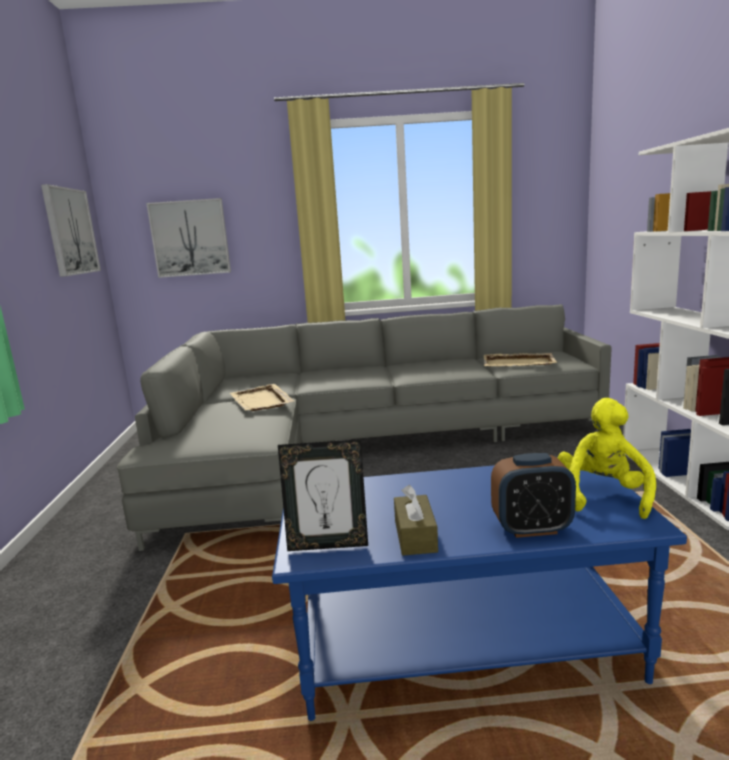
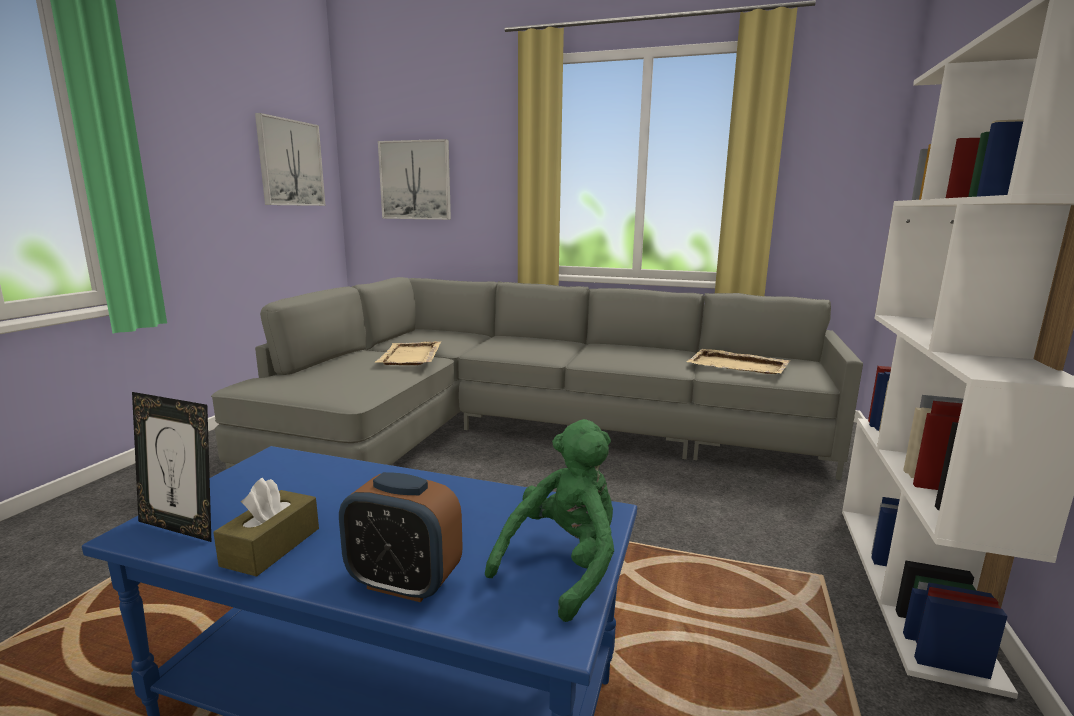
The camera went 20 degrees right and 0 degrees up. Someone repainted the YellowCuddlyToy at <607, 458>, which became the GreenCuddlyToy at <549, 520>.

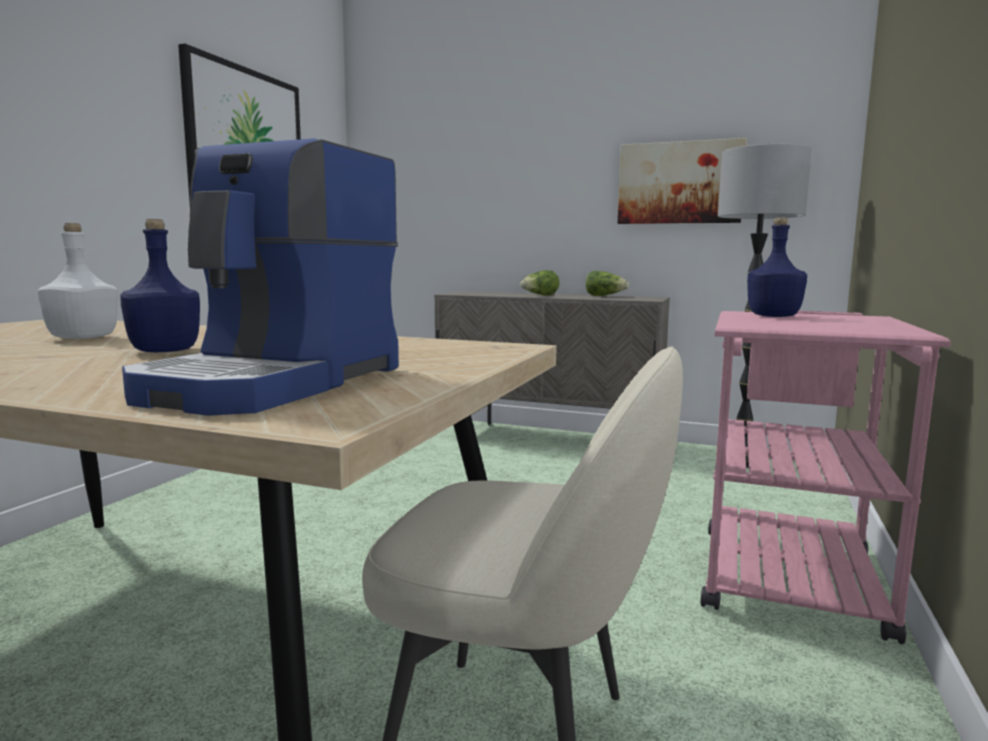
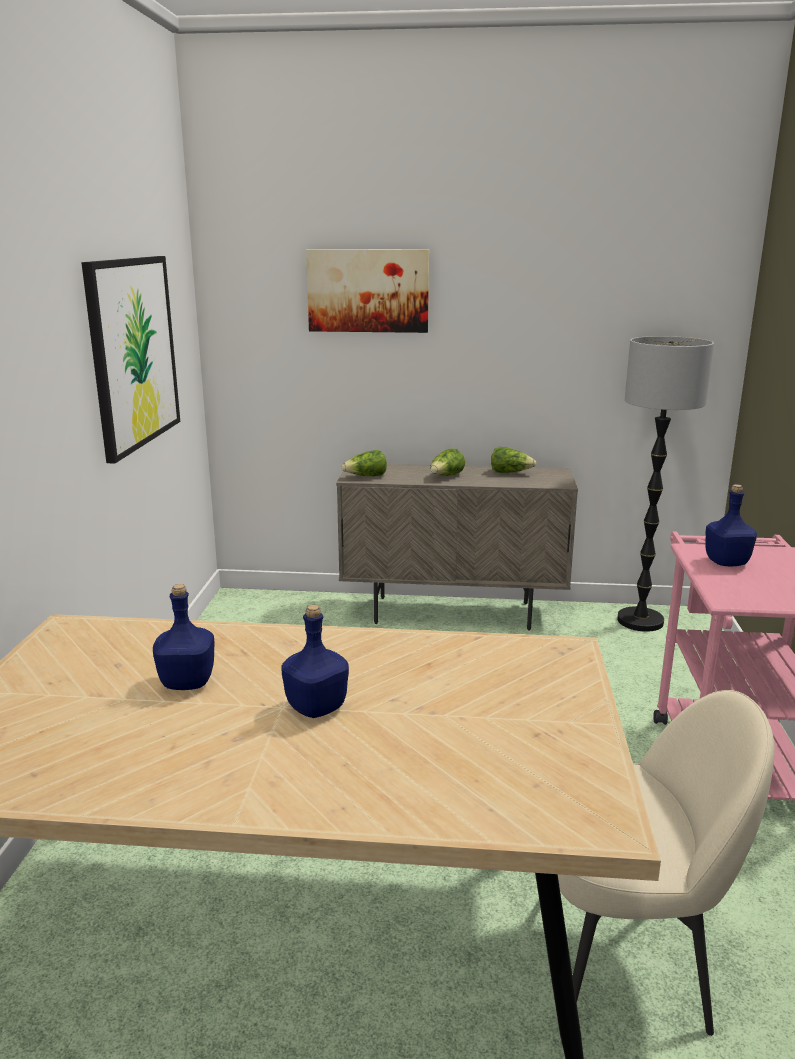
The camera went 15 degrees left and 10 degrees up. Someone took away the CoffeeMaker at <260, 277>. Someone put down the Lettuce at <364, 463>. Someone carried the WallPicture from <682, 181> to <367, 291>. Someone repainted the WhiteColouredDrinkBottle at <78, 281>, which became the BlueDrinkBottle at <184, 637>.

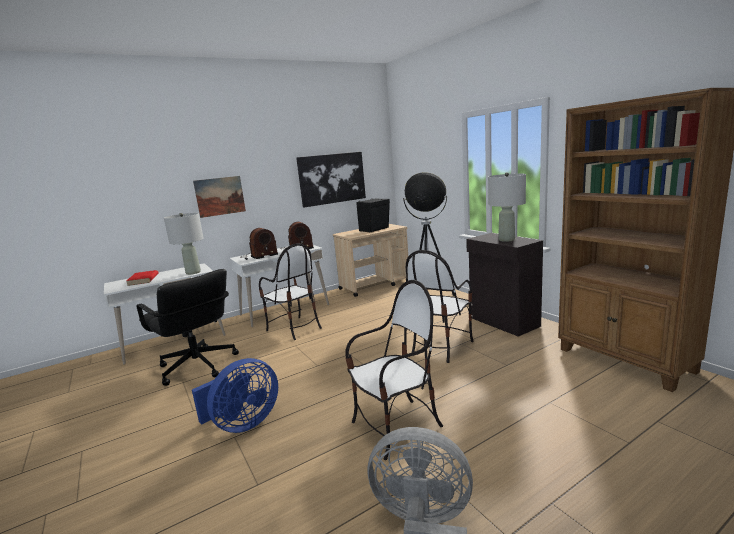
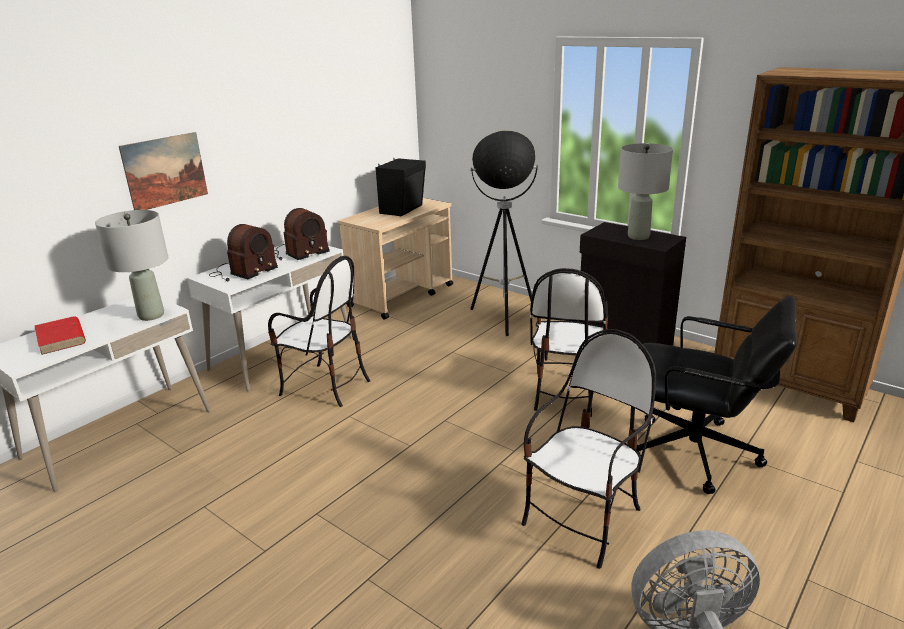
The camera went 20 degrees left and 10 degrees up. Someone took away the BlueElectricFan at <235, 395>. Someone took away the WallPicture at <331, 180>. Someone carried the BlackColouredOfficeChair from <187, 327> to <716, 394>.

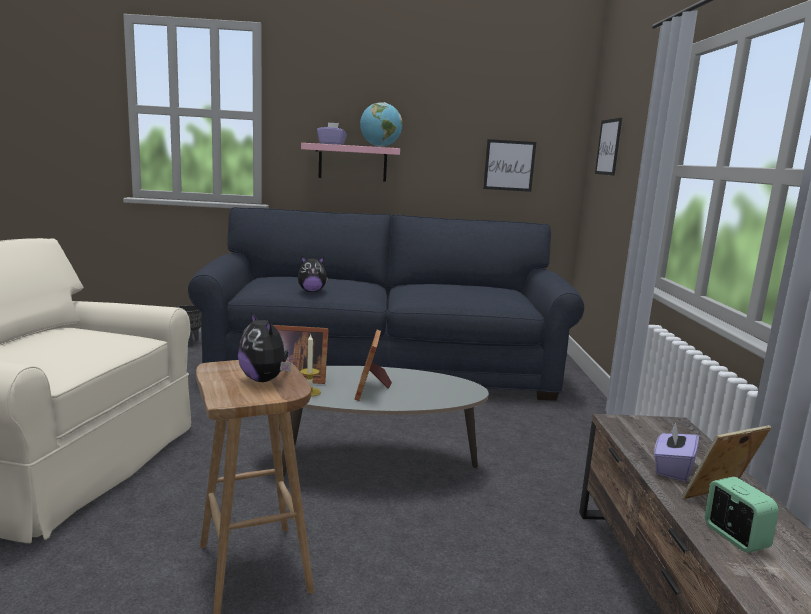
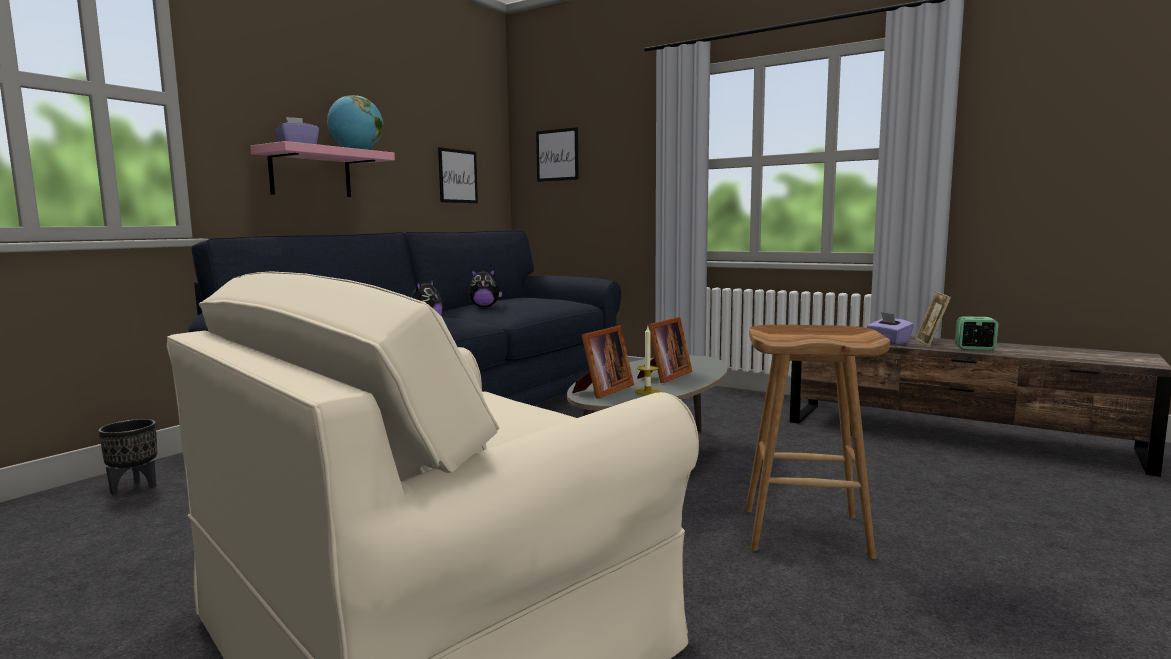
The camera went 55 degrees left and 5 degrees down. Someone carried the CuddlyToy from <264, 347> to <485, 287>. Someone rotated the PictureFrame at <373, 365> by 90 degrees counterclockwise.

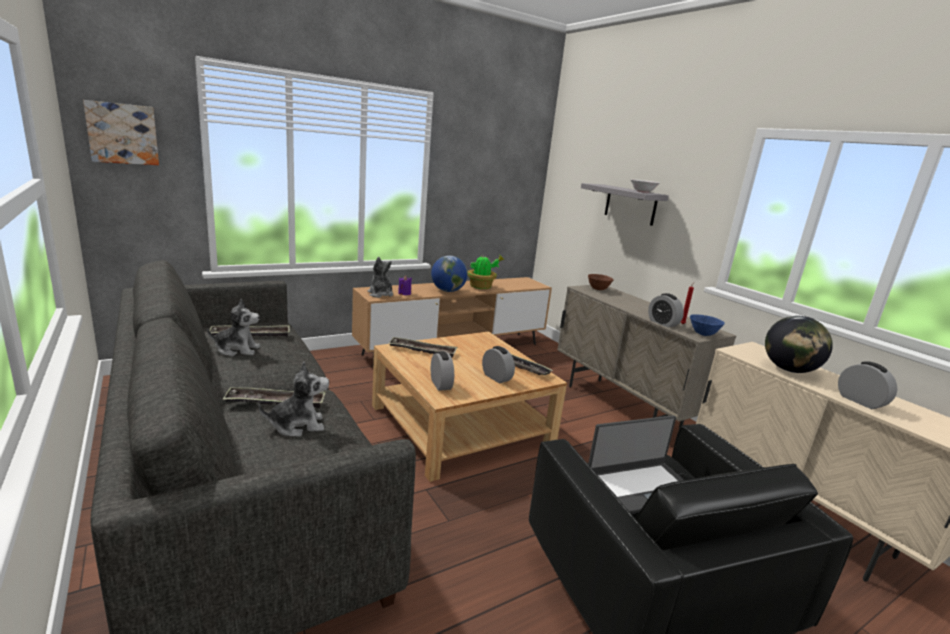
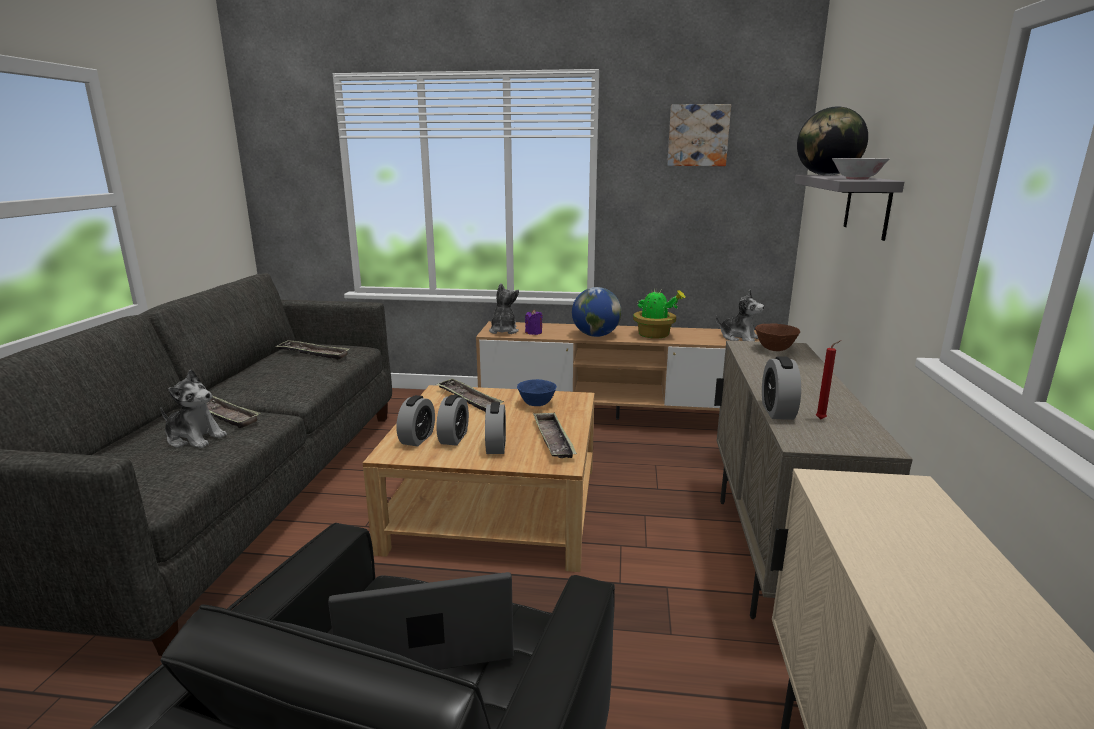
The camera went 40 degrees right and 0 degrees up. Someone carried the WallPicture from <121, 132> to <699, 135>. Someone carried the CuddlyToy from <233, 327> to <740, 315>. Someone carried the BlueServingBowl from <707, 325> to <537, 392>. Someone carried the DeskGlobe from <799, 344> to <832, 141>. Someone carried the TableClock from <867, 385> to <452, 420>. Someone rotated the NotebookComputer at <636, 464> by 150 degrees clockwise.

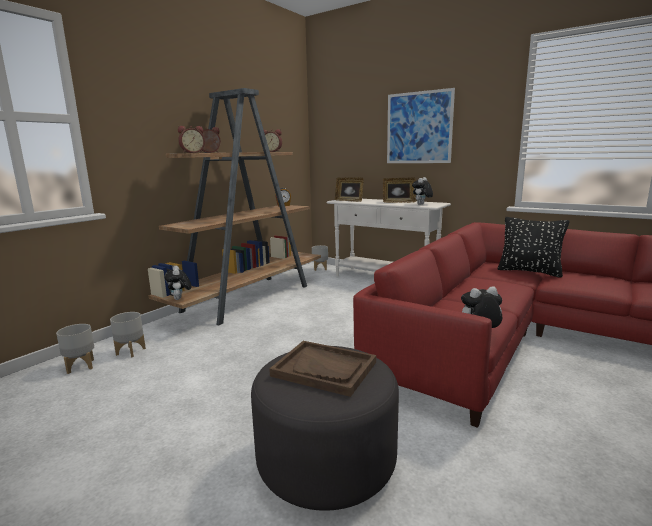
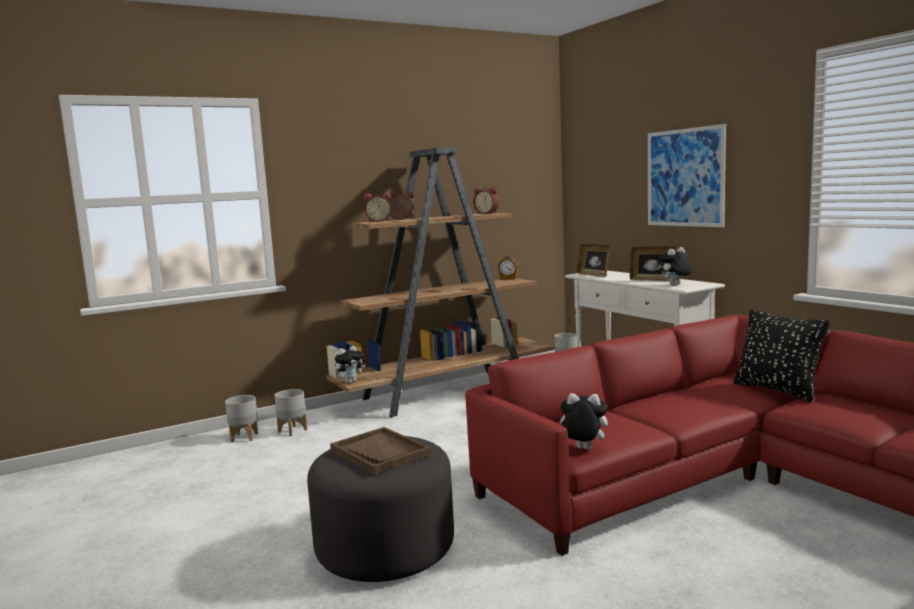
The camera went 25 degrees right and 5 degrees down. Someone rotated the CuddlyToy at <178, 282> by 135 degrees counterclockwise.

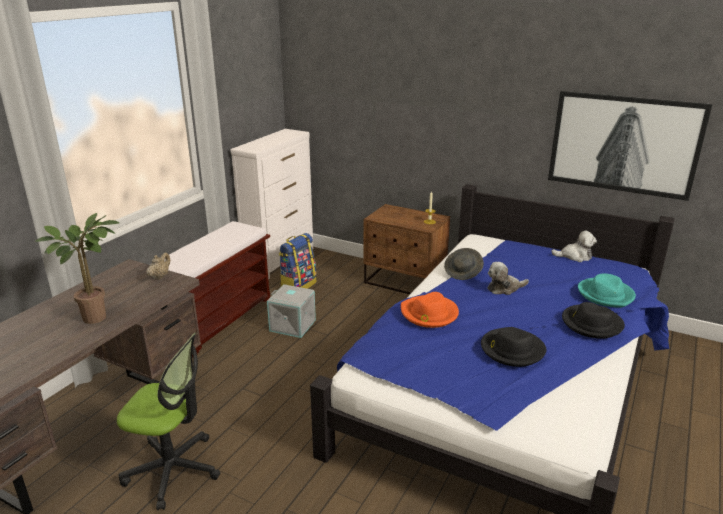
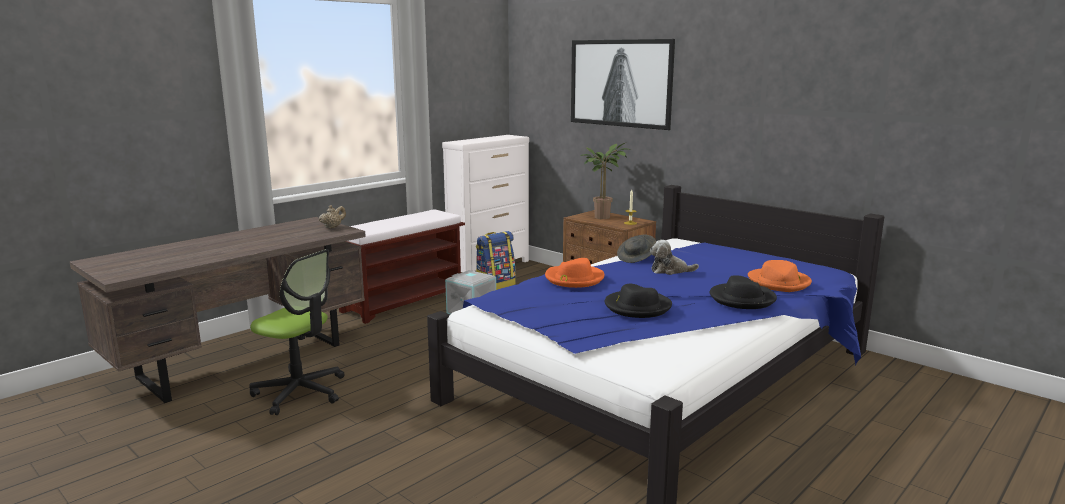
The camera went 15 degrees right and 10 degrees down. Someone took away the CuddlyToy at <574, 246>. Someone carried the PlantInAPot from <77, 268> to <605, 181>. Someone carried the WallPicture from <630, 146> to <623, 84>. Someone repainted the TurquoiseWearableHat at <607, 290>, which became the OrangeColouredWearableHat at <780, 276>.

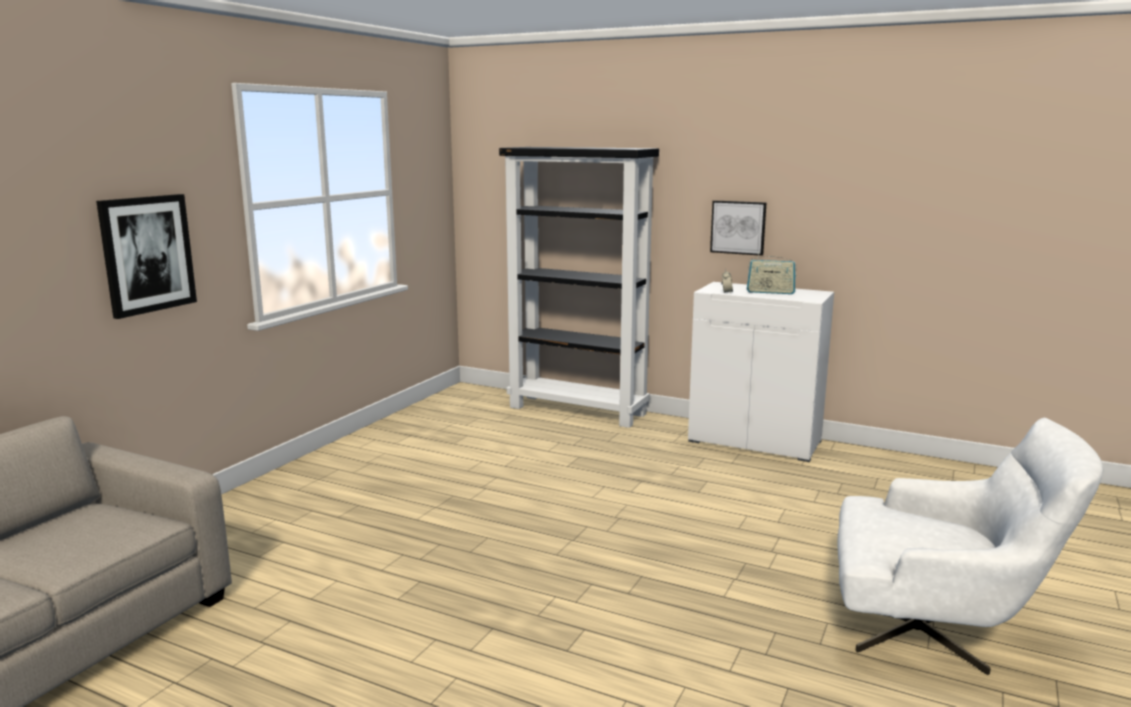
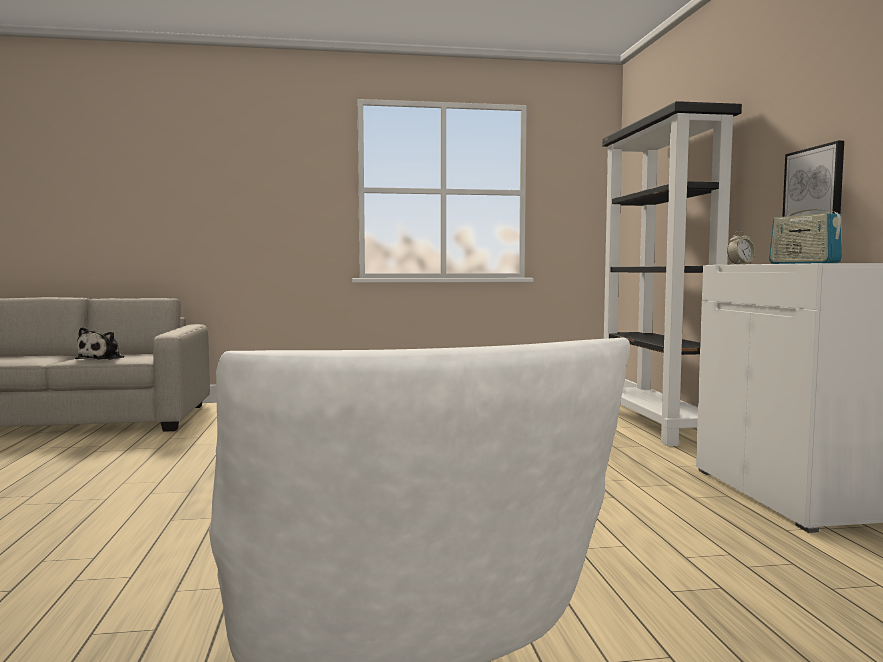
The camera went 55 degrees right and 10 degrees down. Someone took away the WallPicture at <146, 256>. Someone put down the CuddlyToy at <99, 343>.

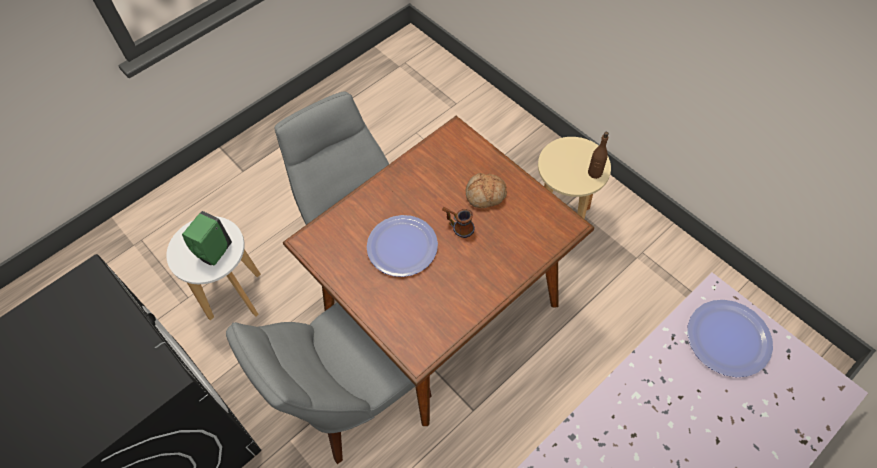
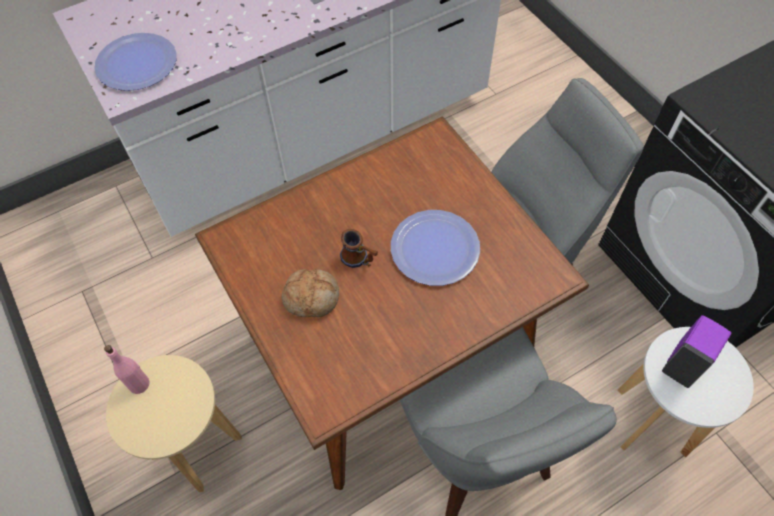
The camera went 170 degrees left and 0 degrees up. Someone repainted the GreenLiquidSoapBottle at <207, 238>, which became the PurpleColouredLiquidSoapBottle at <697, 351>. Someone repainted the BrownishDrinkBottle at <598, 155>, which became the PinkishDrinkBottle at <127, 369>.

